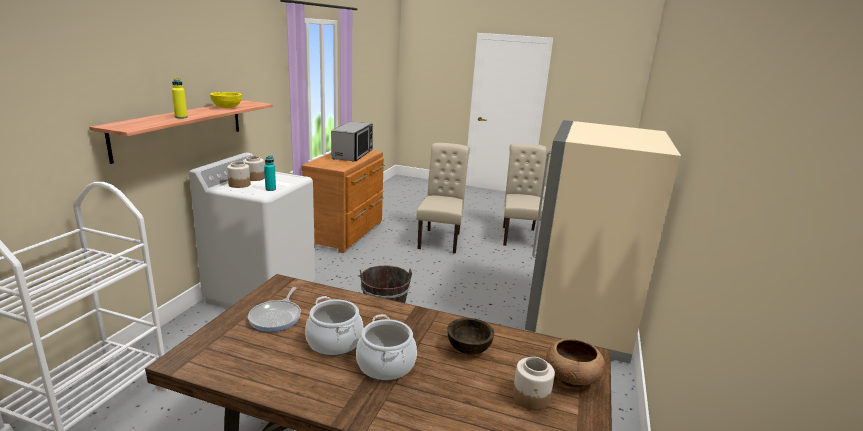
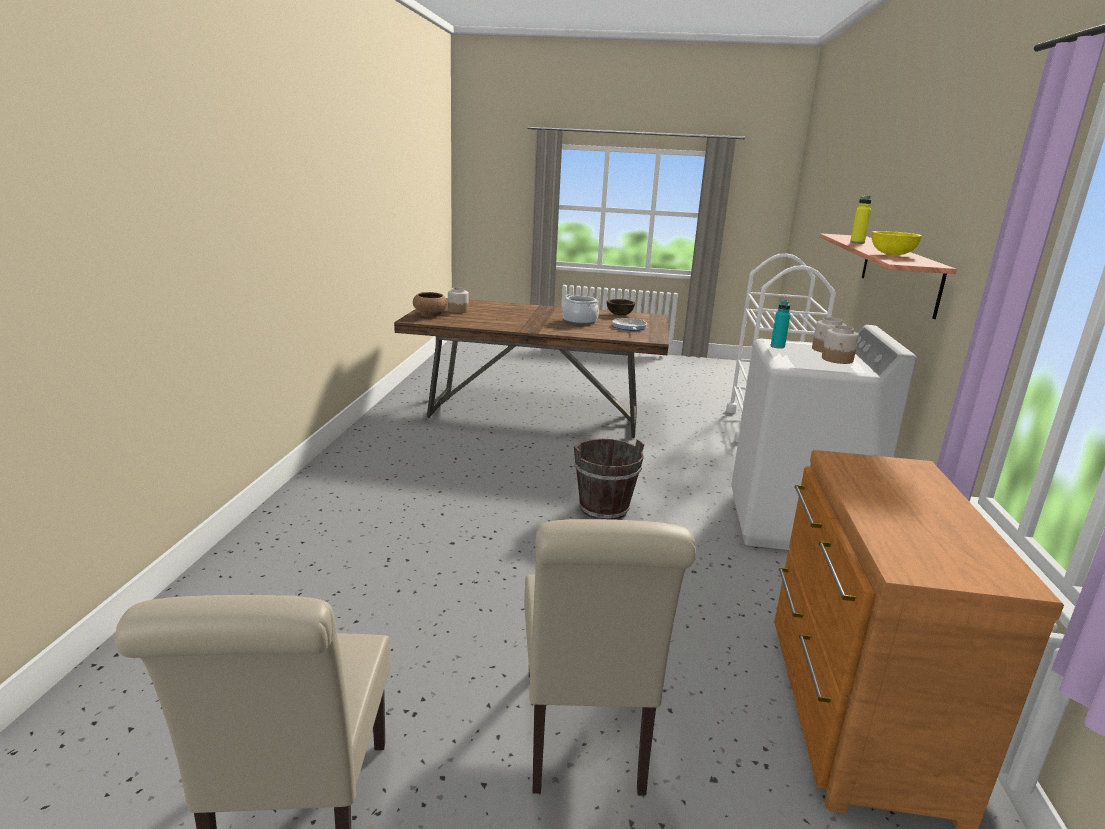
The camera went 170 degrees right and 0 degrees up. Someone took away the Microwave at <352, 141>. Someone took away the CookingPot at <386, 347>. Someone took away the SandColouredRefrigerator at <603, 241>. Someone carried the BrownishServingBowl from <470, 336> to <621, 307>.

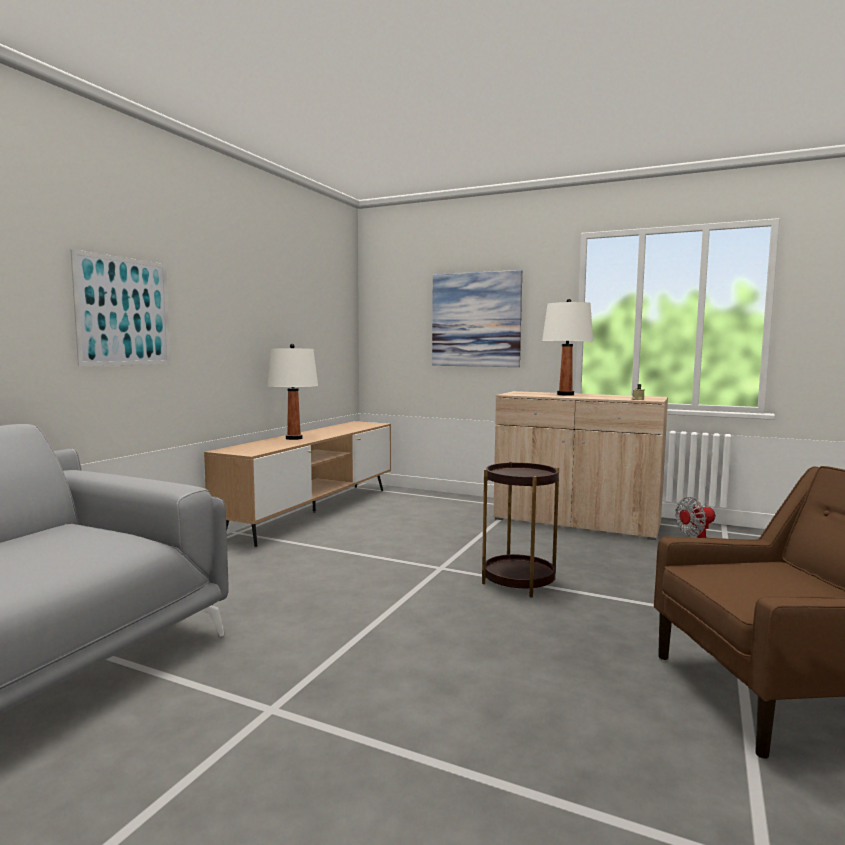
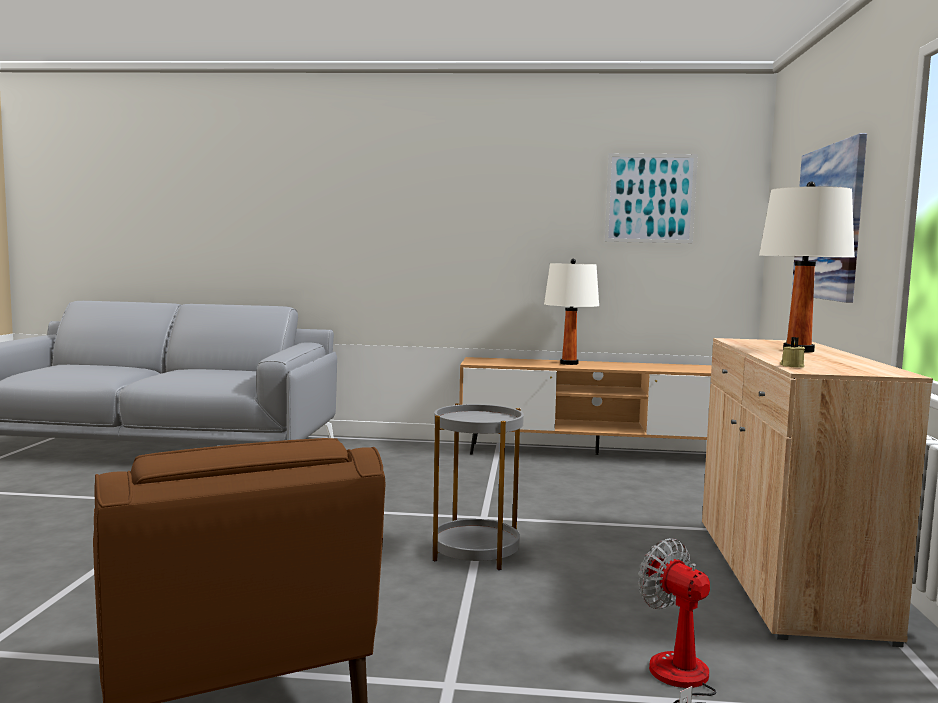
The camera went 70 degrees right and 0 degrees up. Someone carried the WallPicture from <120, 308> to <651, 198>. Someone repainted the BrownishEndTable at <520, 529>, which became the GrayEndTable at <478, 486>.

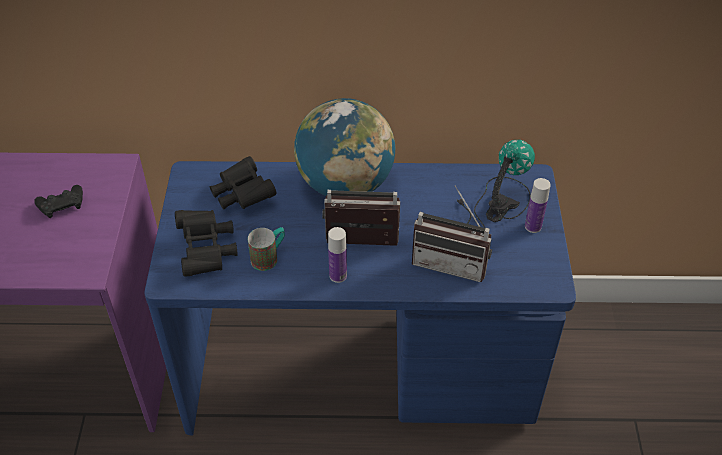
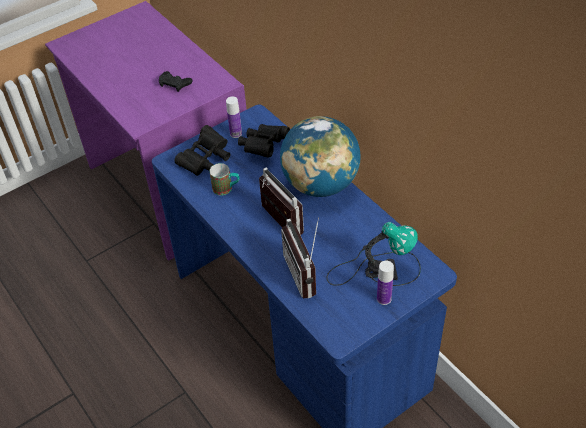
The camera went 55 degrees right and 0 degrees up. Someone carried the DrinkBottle from <337, 255> to <234, 117>.

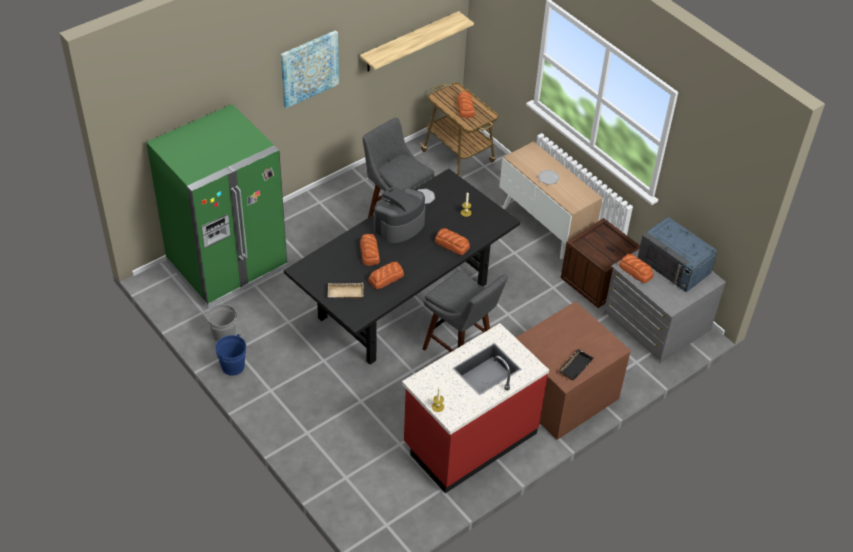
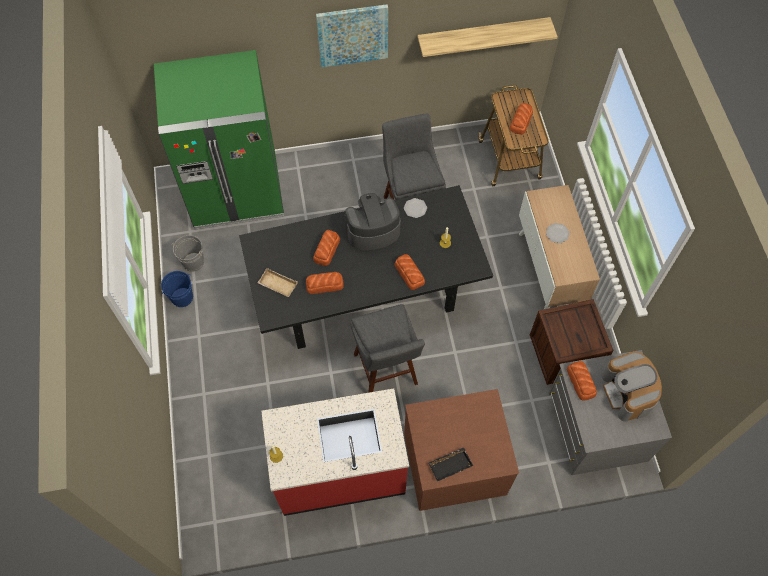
The camera went 30 degrees right and 15 degrees up. Someone swapped the BlueMicrowave at <677, 254> for the CoffeeMaker at <632, 386>.

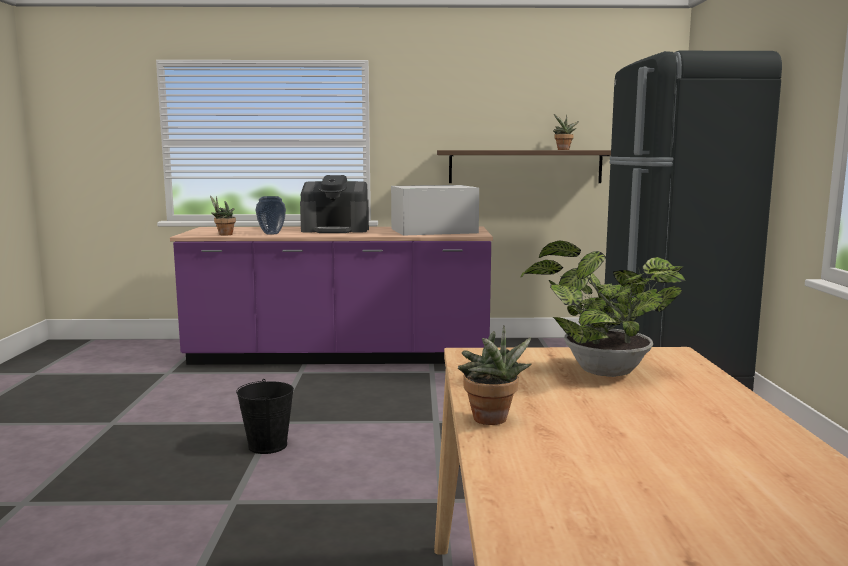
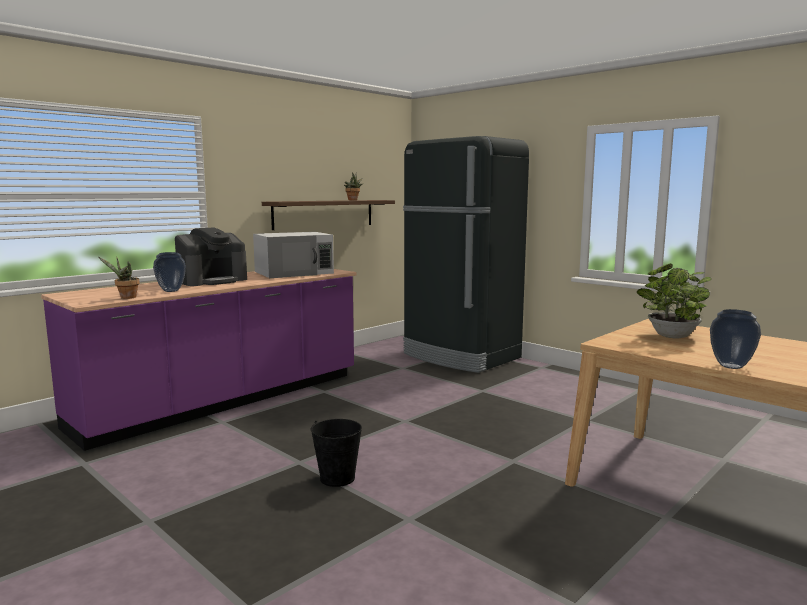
The camera went 45 degrees left and 0 degrees up. Someone swapped the PlantInAPot at <494, 375> for the Vase at <735, 339>. Someone rotated the WhiteColouredMicrowave at <435, 210> by 150 degrees counterclockwise.

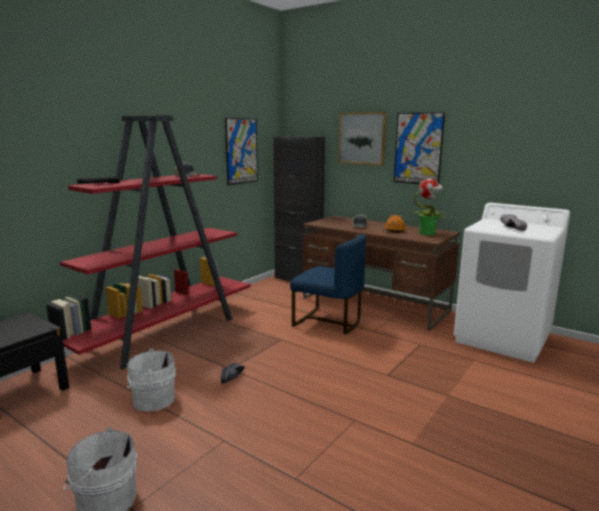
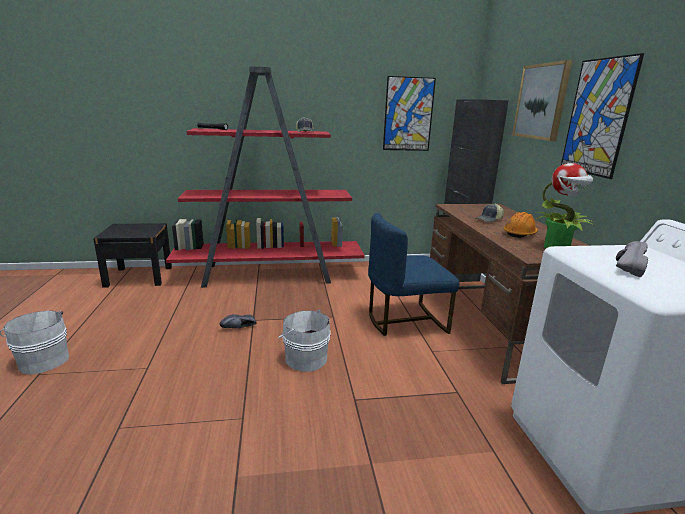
The camera went 45 degrees right and 5 degrees up. Someone carried the WhiteColouredPail from <151, 379> to <304, 340>. Someone rotated the BlueChair at <328, 284> by 90 degrees clockwise.

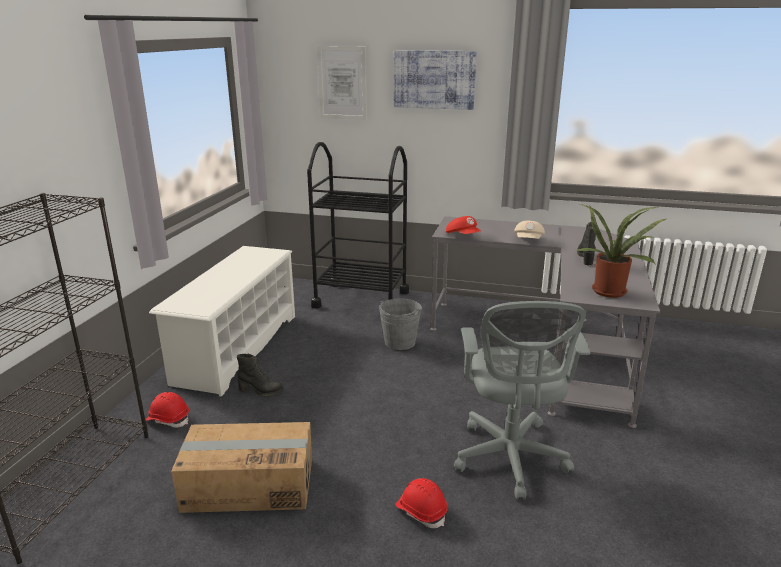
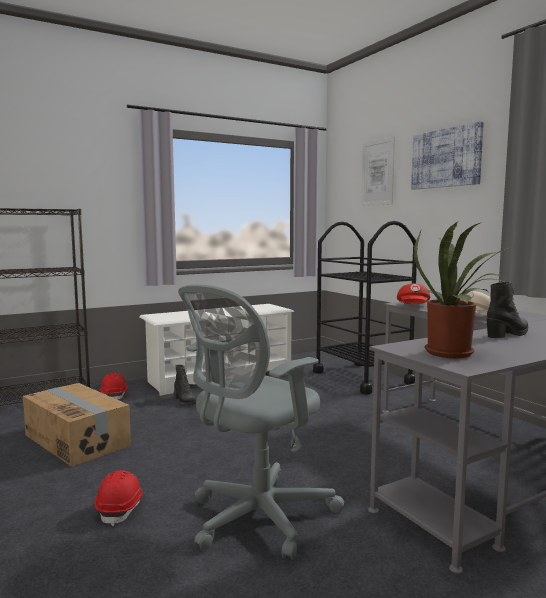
The camera went 45 degrees right and 15 degrees down. Someone took away the GrayPail at <400, 324>.

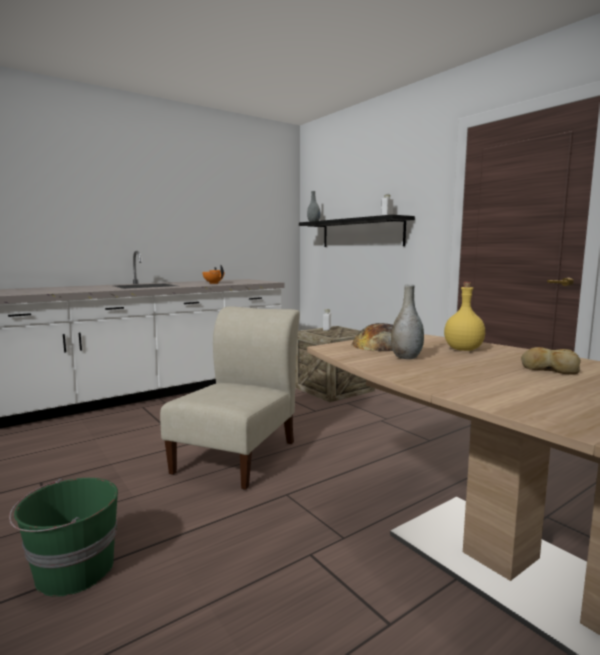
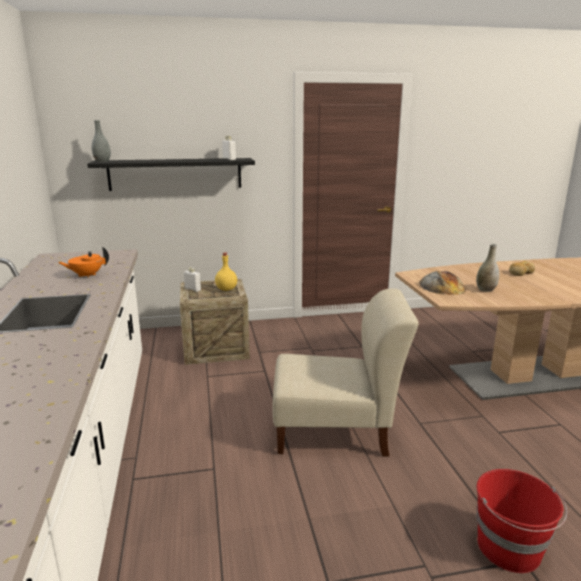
The camera went 65 degrees left and 10 degrees up. Someone carried the YellowDrinkBottle from <464, 316> to <226, 272>. Someone repainted the GreenPail at <63, 537>, which became the ReddishPail at <521, 521>. Someone rotated the SandColouredChair at <230, 398> by 135 degrees clockwise.

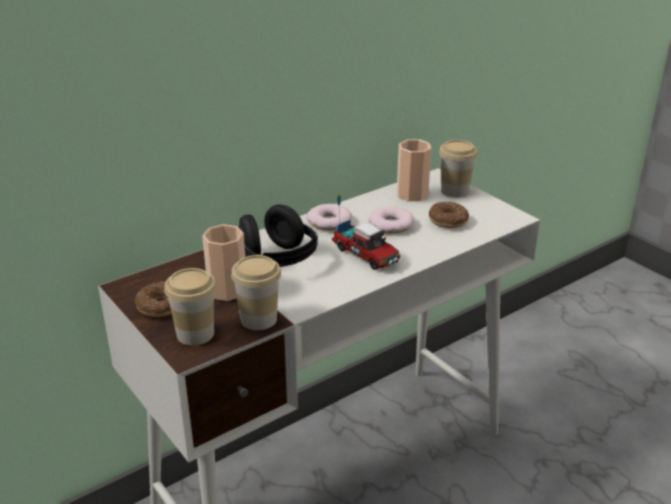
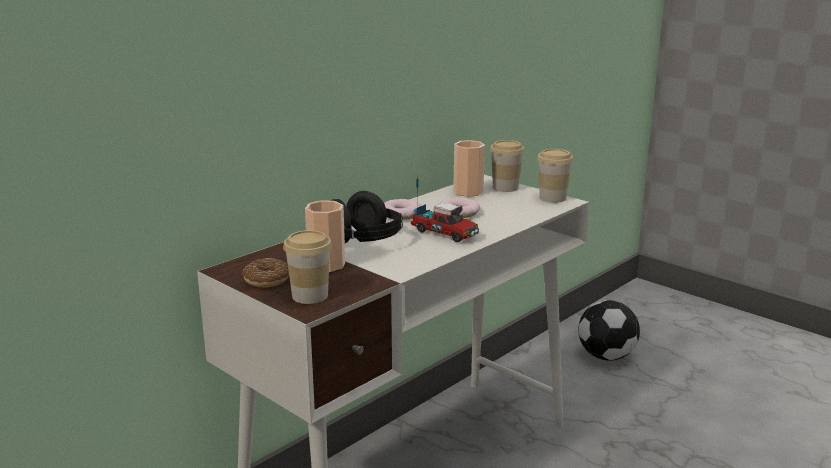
The camera went 10 degrees left and 10 degrees down. Someone took away the Doughnut at <449, 215>. Someone put down the BallForFootball at <609, 330>. Someone carried the Cup from <256, 292> to <555, 176>.

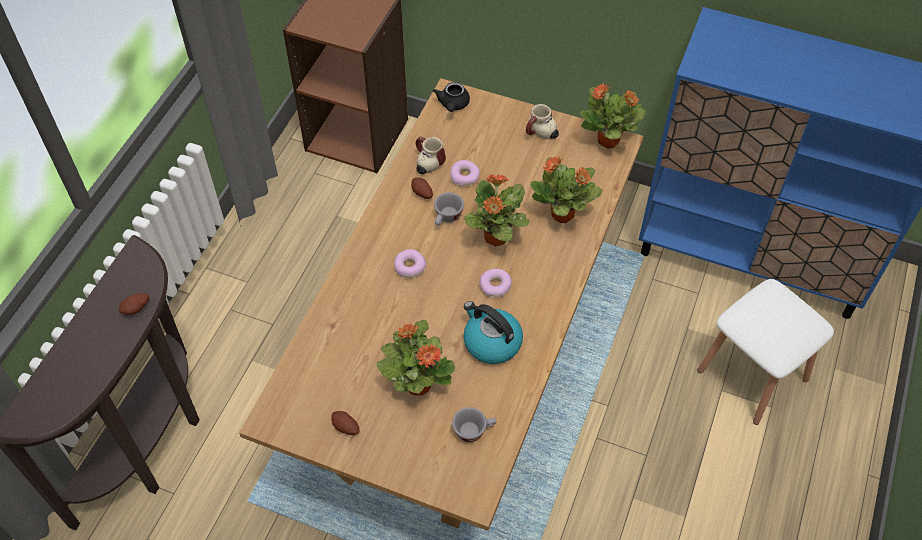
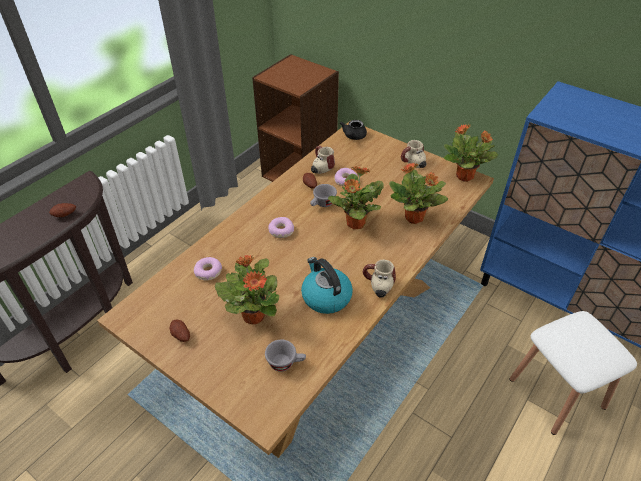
The camera went 15 degrees right and 10 degrees down. Someone put down the CoffeeMug at <379, 279>. Someone carried the Doughnut from <495, 283> to <208, 268>.

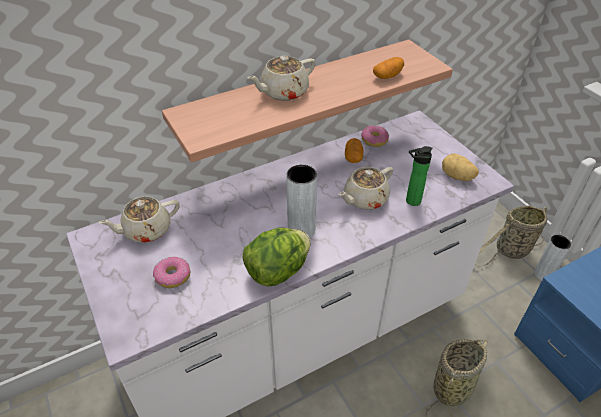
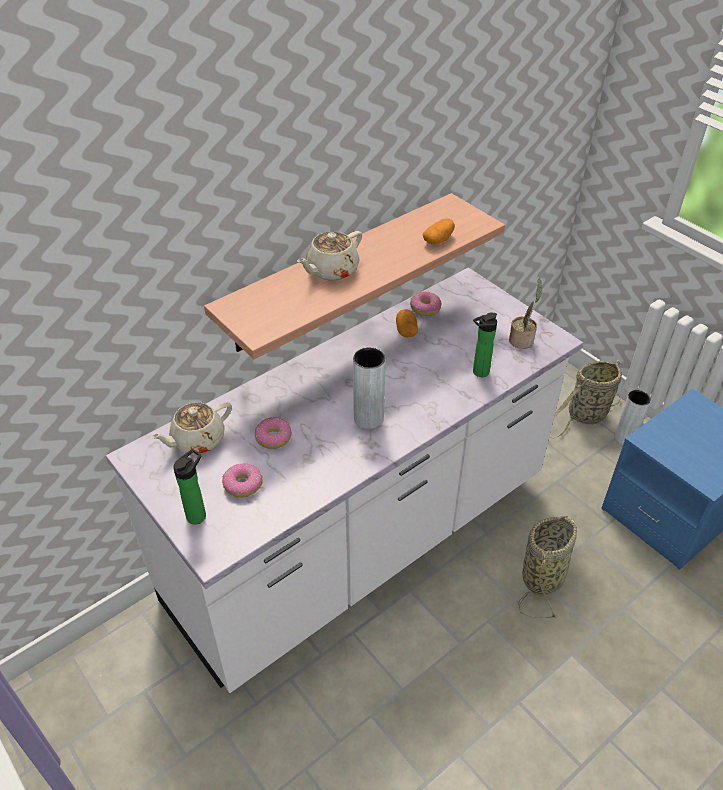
The camera went 10 degrees left and 0 degrees up. Someone took away the Lettuce at <277, 257>. Someone took away the SandColouredPotForTea at <366, 188>. Someone put down the DrinkBottle at <189, 486>. Someone put down the Doughnut at <273, 433>. Someone swapped the Potato at <460, 167> for the PlantInAPot at <525, 313>.

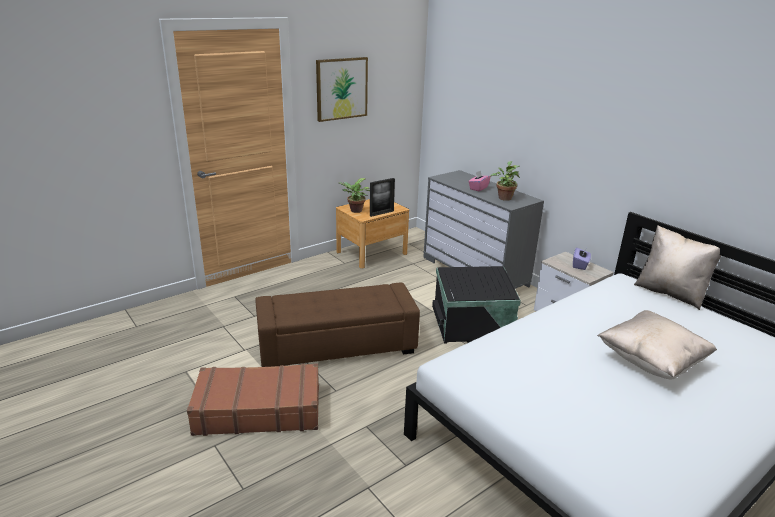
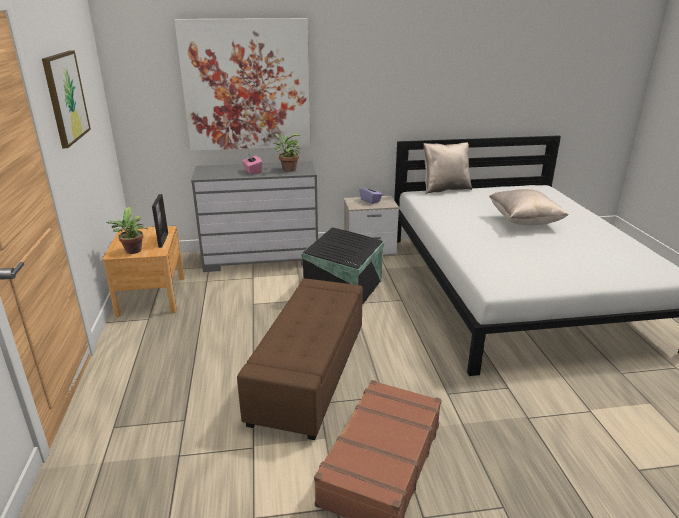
The camera went 60 degrees left and 0 degrees up. Someone put up the WallPicture at <242, 84>.

